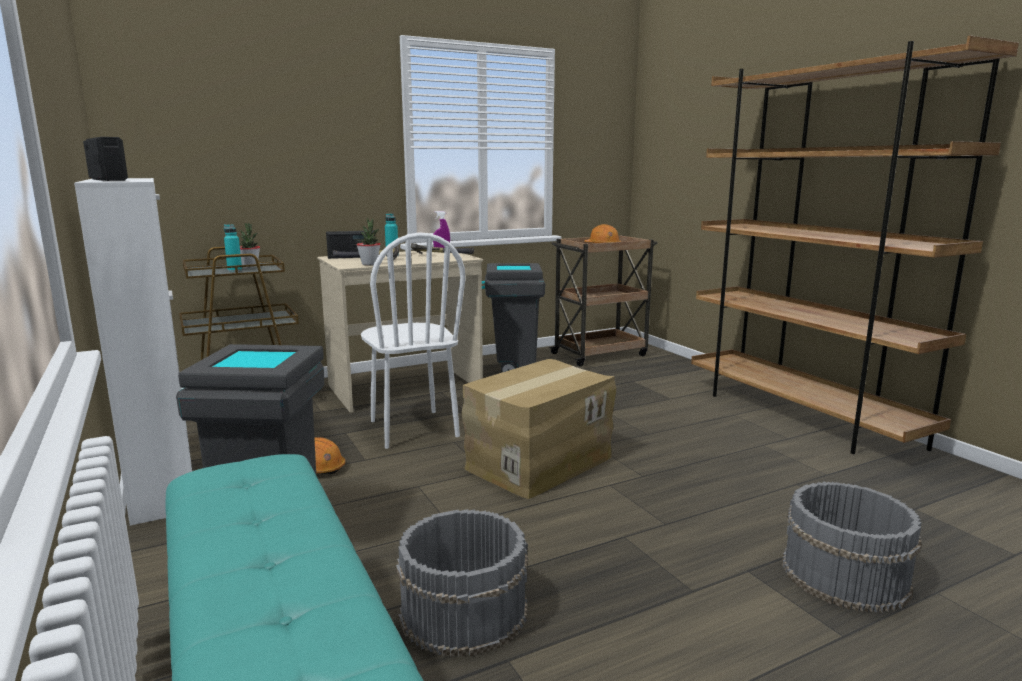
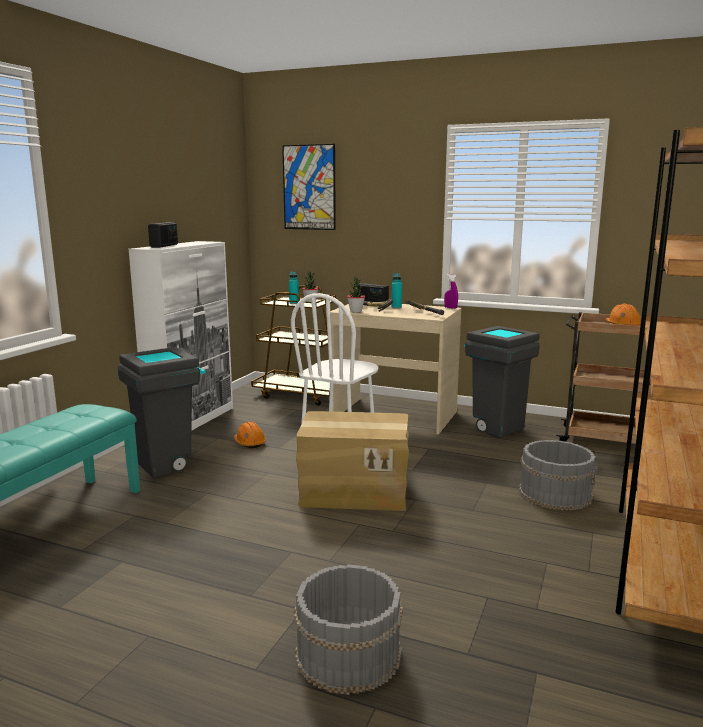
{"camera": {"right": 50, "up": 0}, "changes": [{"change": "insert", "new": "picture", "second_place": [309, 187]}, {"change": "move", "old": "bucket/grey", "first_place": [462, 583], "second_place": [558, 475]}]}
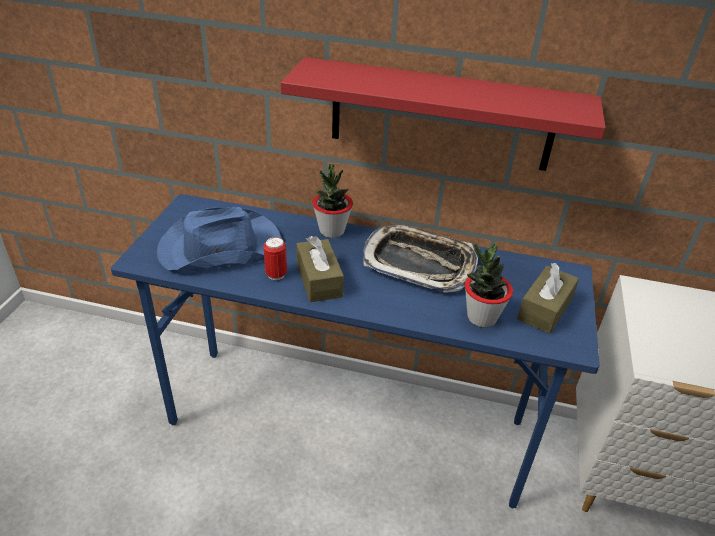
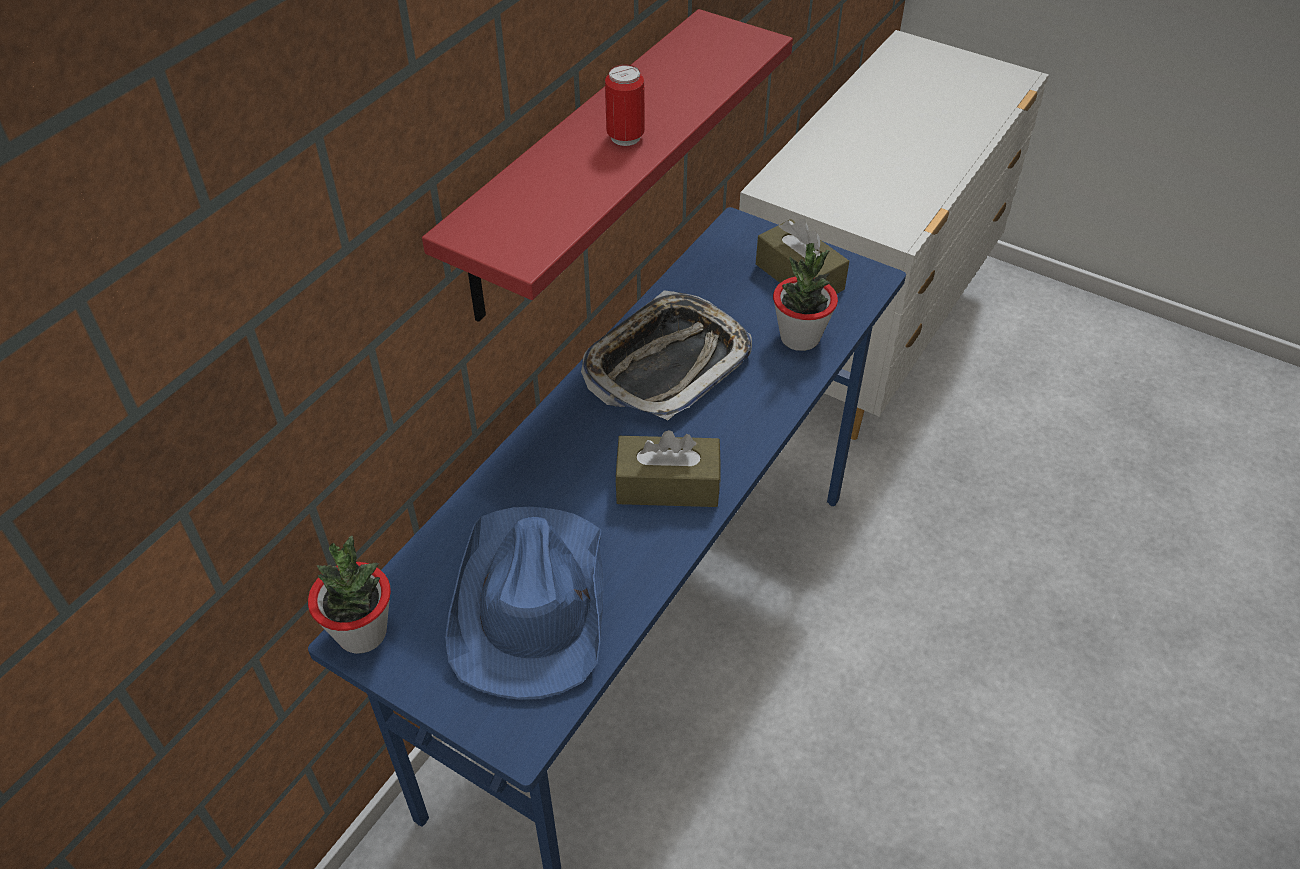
{"camera": {"right": -70, "up": 10}, "changes": [{"change": "move", "old": "can", "first_place": [275, 258], "second_place": [625, 105]}, {"change": "move", "old": "potted plant", "first_place": [332, 201], "second_place": [349, 594]}]}
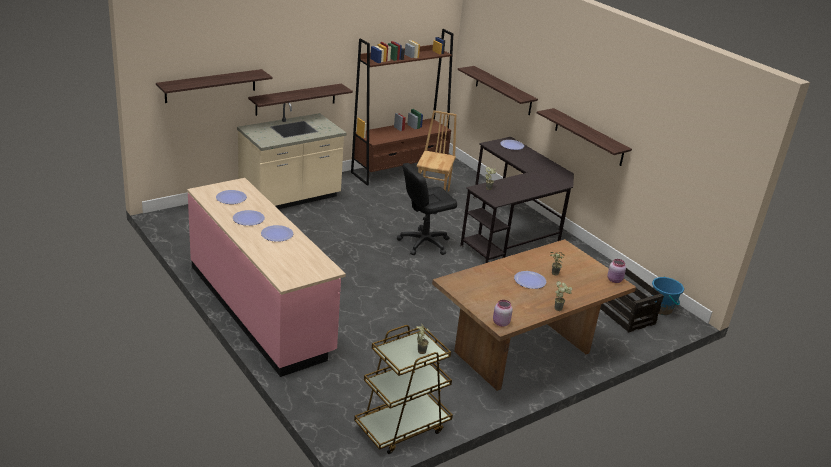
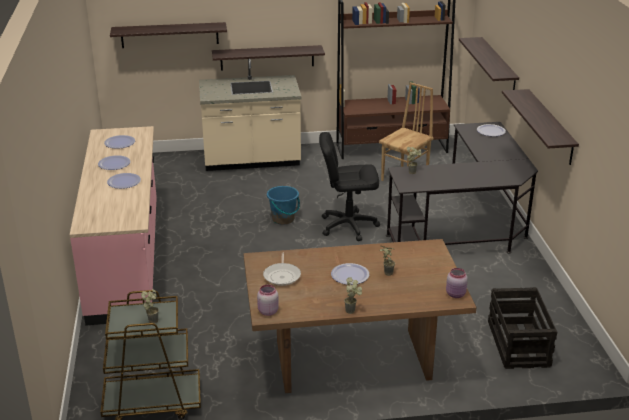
{"camera": {"right": 30, "up": 0}, "changes": [{"change": "insert", "new": "frying pan", "second_place": [282, 269]}, {"change": "move", "old": "bucket/blue", "first_place": [668, 296], "second_place": [283, 205]}]}
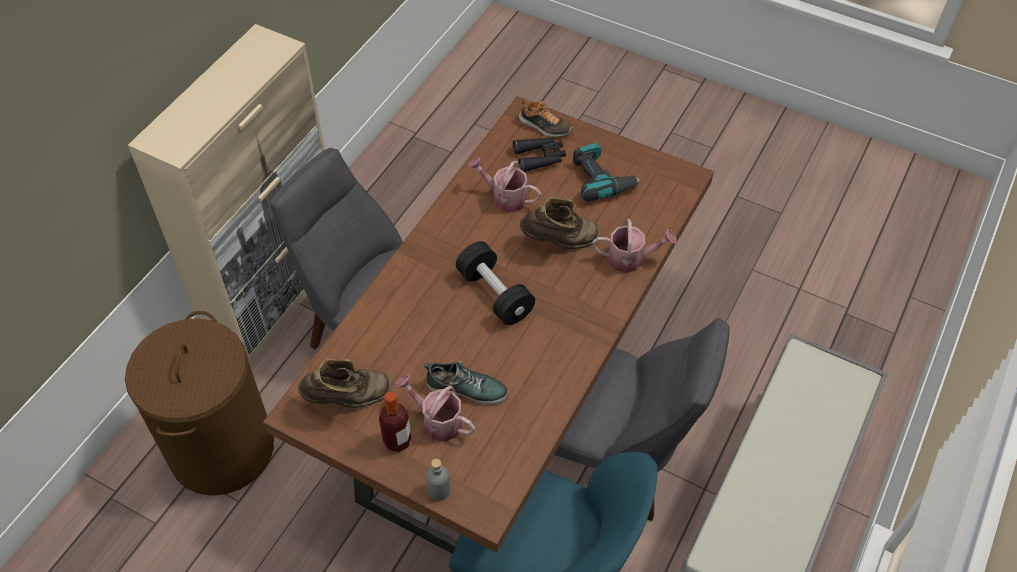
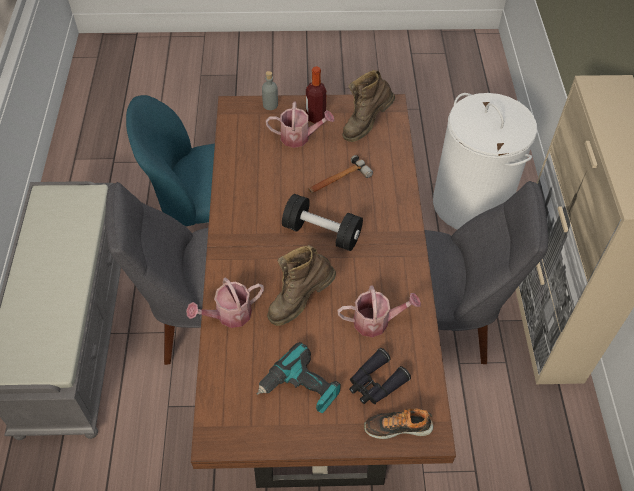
{"camera": {"right": 150, "up": 0}, "changes": [{"change": "delete", "old": "shoe", "first_place": [466, 383]}, {"change": "insert", "new": "hammer", "second_place": [340, 174]}, {"change": "recolor", "old": "laundry basket/brown", "new": "laundry basket/white", "first_place": [199, 403], "second_place": [485, 161]}]}
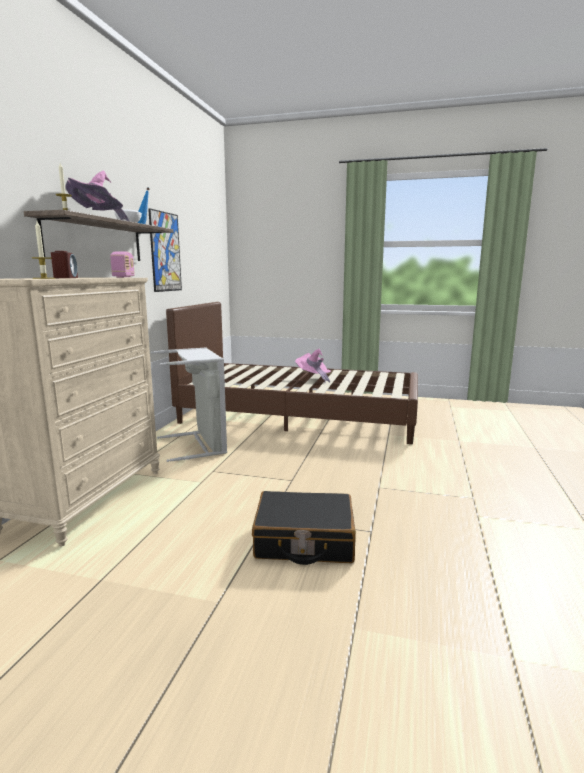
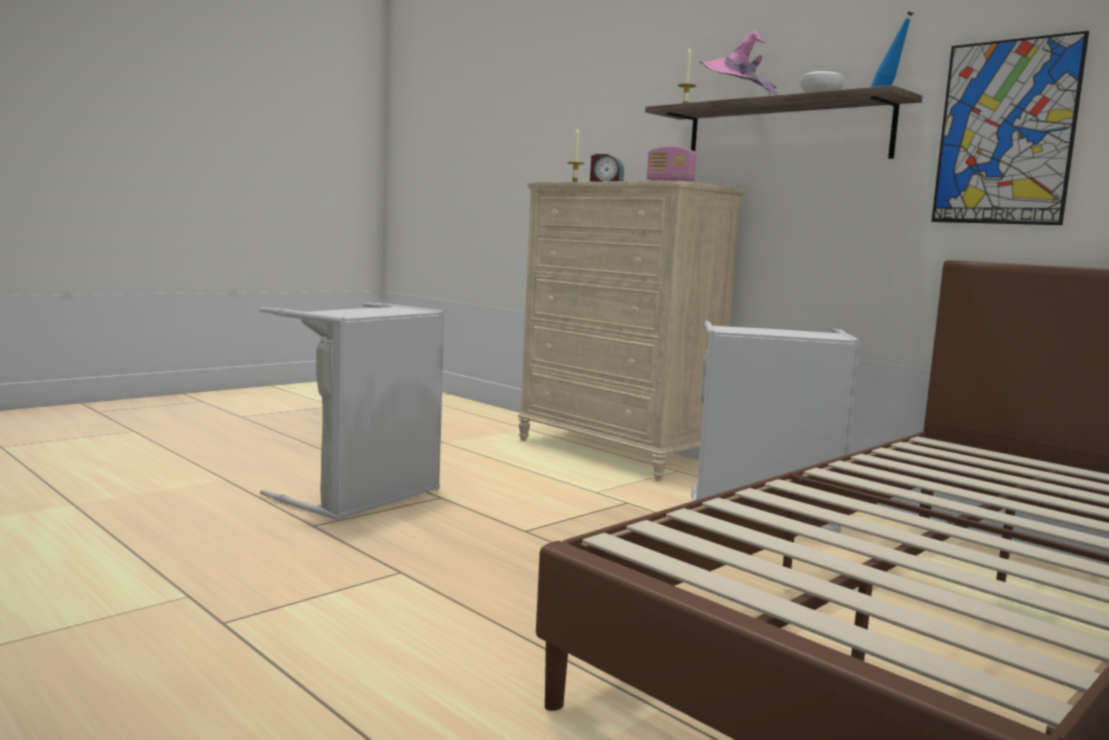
{"camera": {"right": 120, "up": -5}, "changes": [{"change": "delete", "old": "hat/pink", "first_place": [313, 365]}, {"change": "replace", "old": "suitcase/black", "new": "laundry basket/grey", "first_place": [304, 528], "second_place": [352, 411]}]}
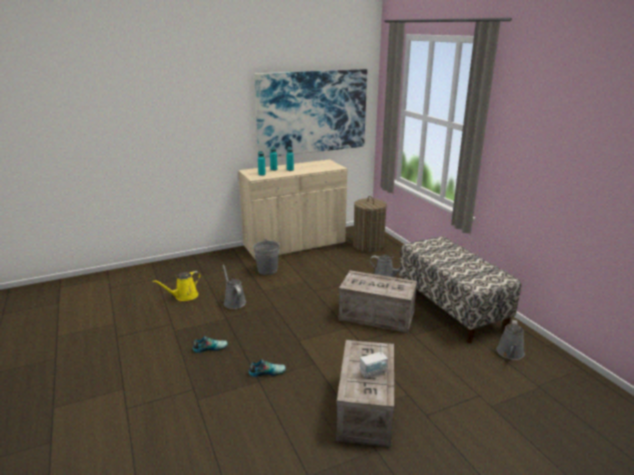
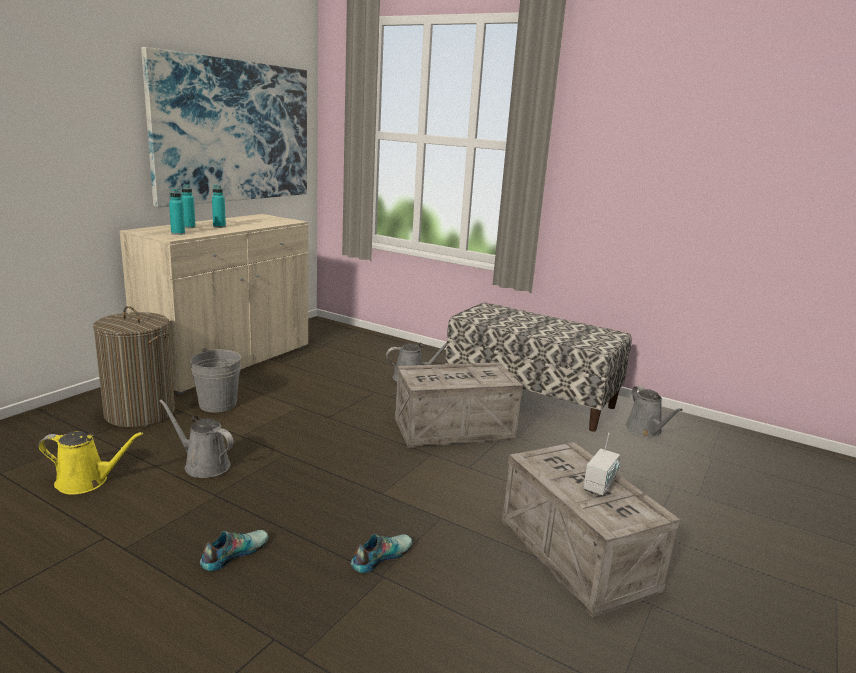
{"camera": {"right": -35, "up": -5}, "changes": [{"change": "move", "old": "laundry basket", "first_place": [370, 224], "second_place": [134, 366]}, {"change": "rotate", "old": "watering can/yellow", "first_place": [177, 286], "second_place": [90, 463], "degrees": -105}]}
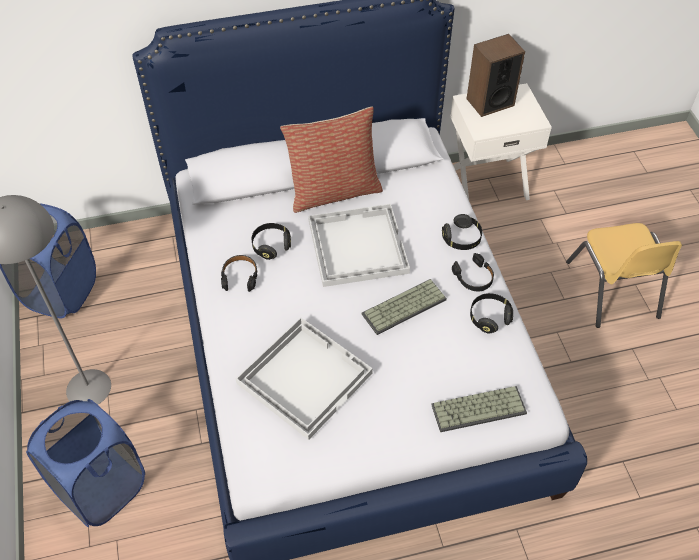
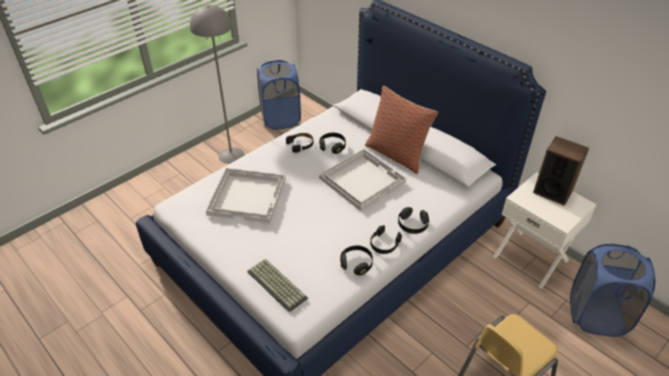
{"camera": {"right": 60, "up": -10}, "changes": [{"change": "delete", "old": "keyboard", "first_place": [404, 307]}, {"change": "move", "old": "laundry basket/blue", "first_place": [85, 463], "second_place": [612, 290]}]}
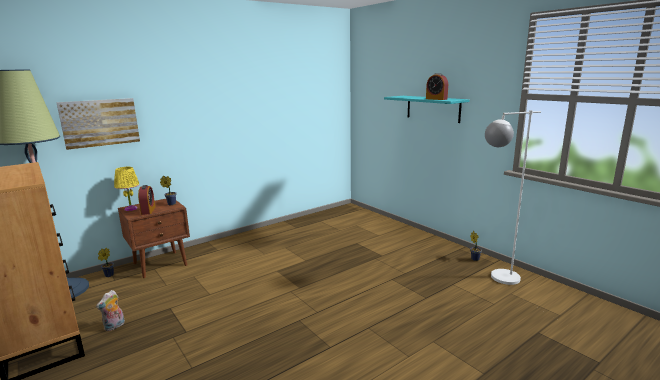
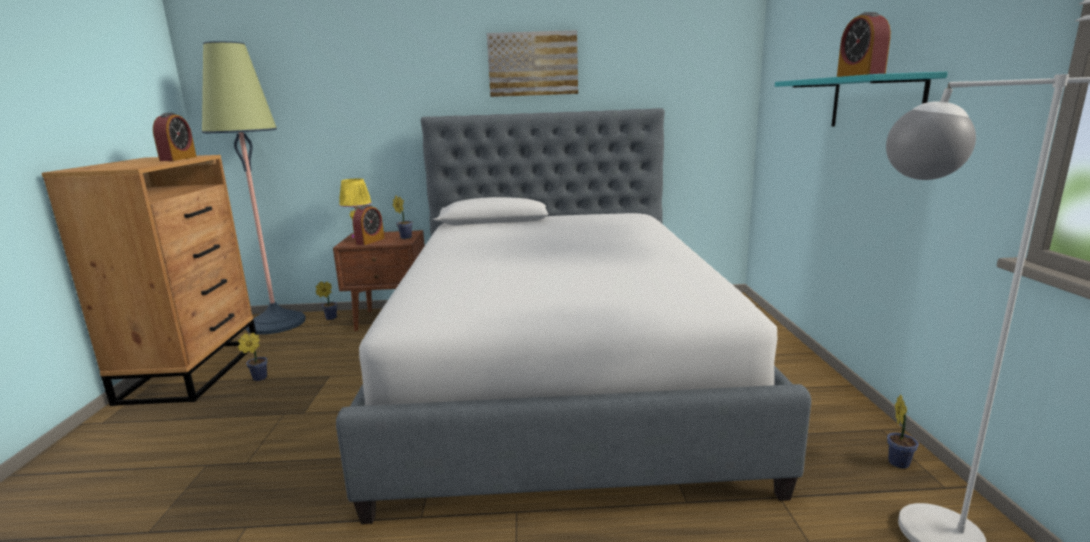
{"camera": {"right": 35, "up": 0}, "changes": [{"change": "insert", "new": "alarm clock", "second_place": [175, 137]}, {"change": "insert", "new": "bed", "second_place": [573, 316]}, {"change": "move", "old": "picture", "first_place": [98, 124], "second_place": [532, 63]}, {"change": "replace", "old": "plush toy", "new": "potted plant", "first_place": [110, 310], "second_place": [253, 357]}]}
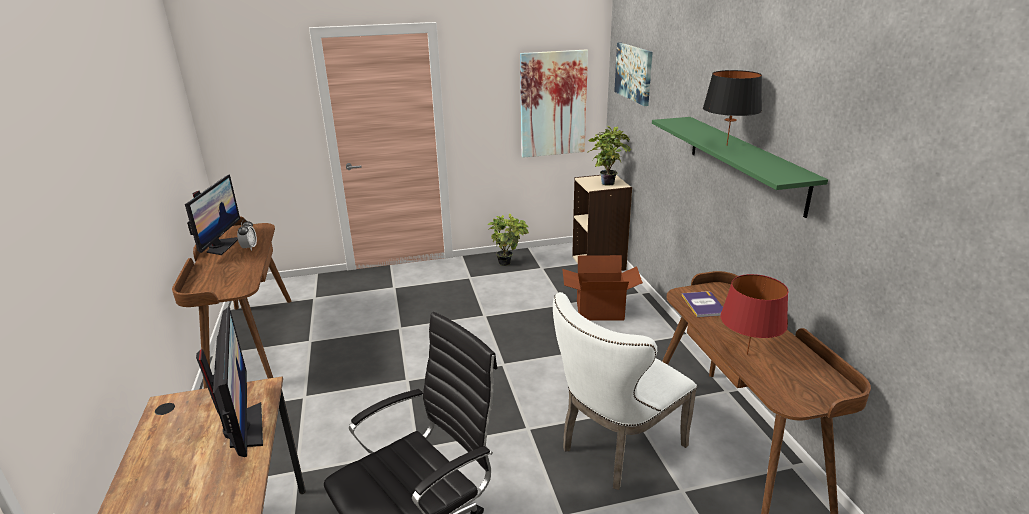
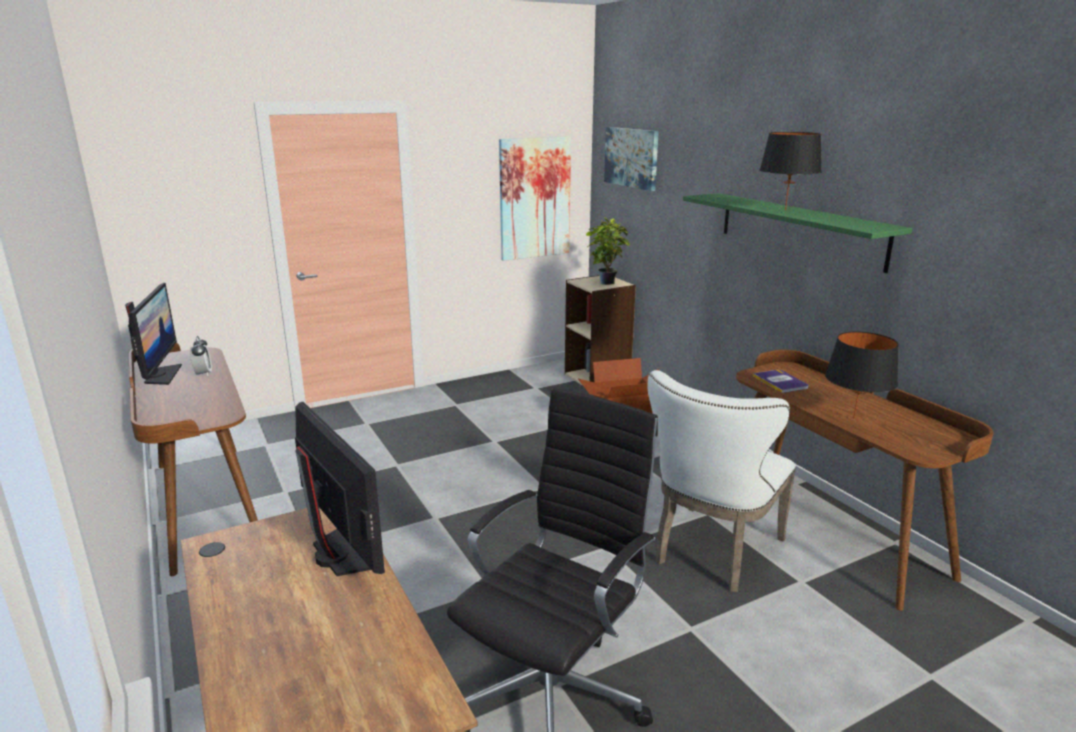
{"camera": {"right": -15, "up": -5}, "changes": [{"change": "delete", "old": "potted plant", "first_place": [508, 240]}, {"change": "recolor", "old": "table lamp/red", "new": "table lamp/black", "first_place": [754, 314], "second_place": [862, 375]}]}
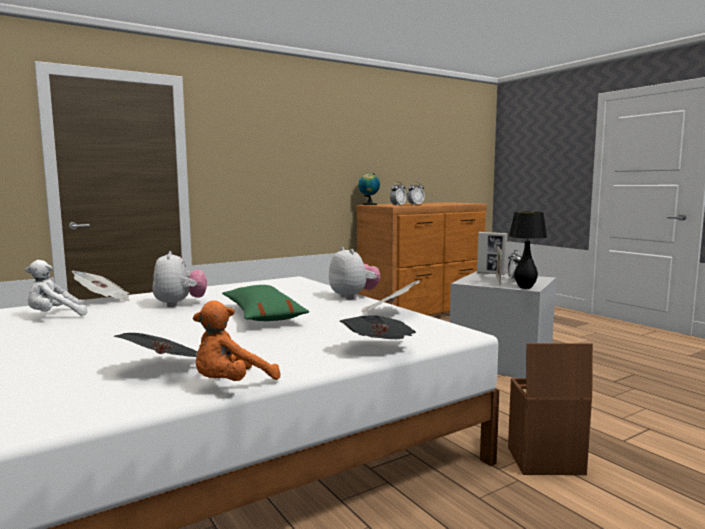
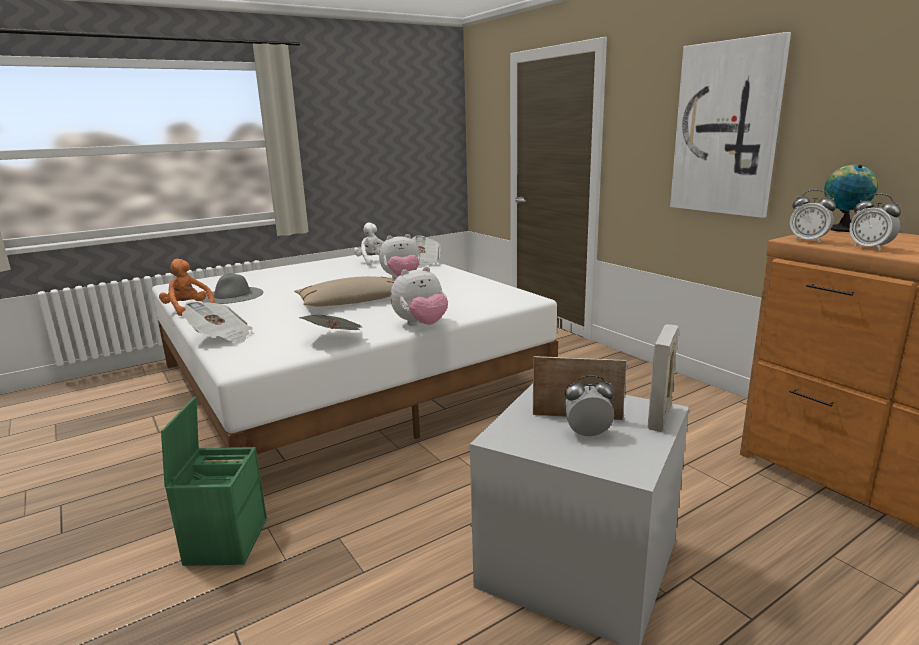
{"camera": {"right": 90, "up": 10}, "changes": [{"change": "delete", "old": "table lamp/black", "first_place": [528, 250]}, {"change": "insert", "new": "picture", "second_place": [730, 125]}, {"change": "replace", "old": "newspaper", "new": "hat/grey", "first_place": [155, 345], "second_place": [232, 288]}, {"change": "recolor", "old": "pillow/green", "new": "pillow/beige", "first_place": [266, 303], "second_place": [344, 291]}, {"change": "recolor", "old": "storage box/brown", "new": "storage box/green", "first_place": [550, 409], "second_place": [214, 481]}]}
